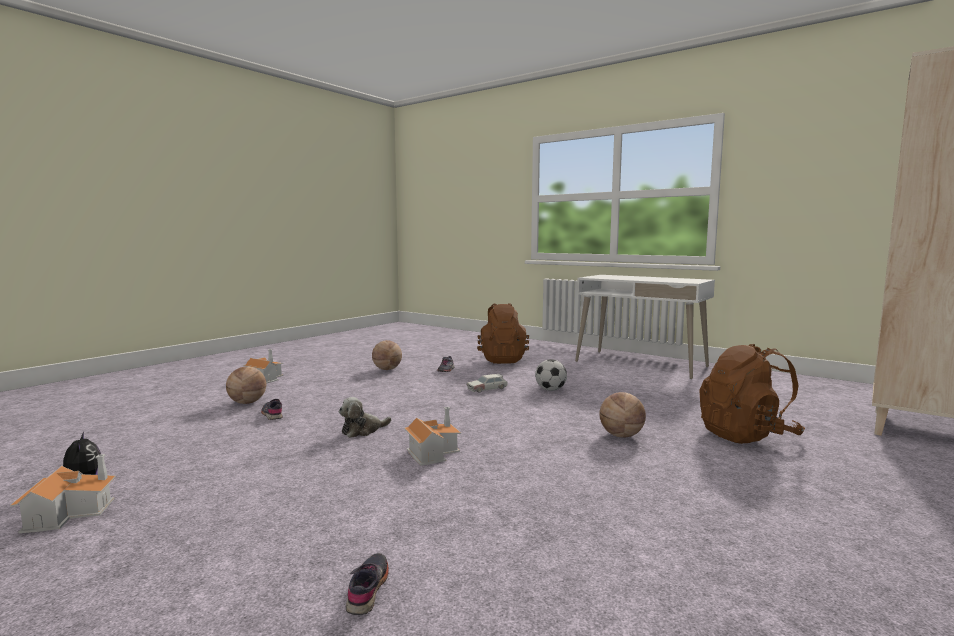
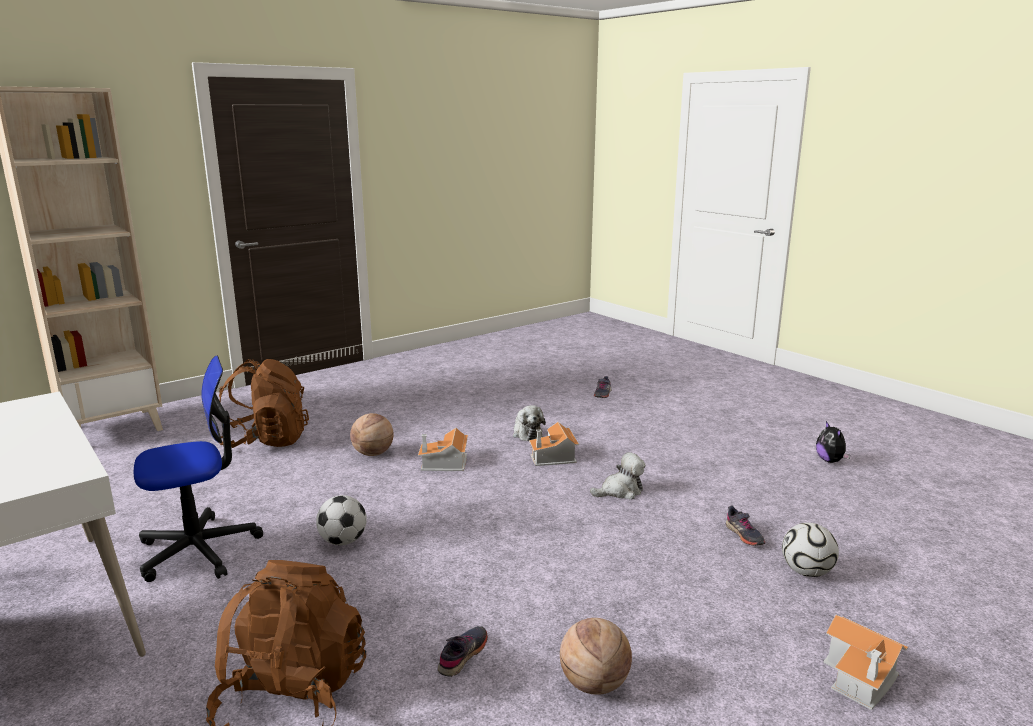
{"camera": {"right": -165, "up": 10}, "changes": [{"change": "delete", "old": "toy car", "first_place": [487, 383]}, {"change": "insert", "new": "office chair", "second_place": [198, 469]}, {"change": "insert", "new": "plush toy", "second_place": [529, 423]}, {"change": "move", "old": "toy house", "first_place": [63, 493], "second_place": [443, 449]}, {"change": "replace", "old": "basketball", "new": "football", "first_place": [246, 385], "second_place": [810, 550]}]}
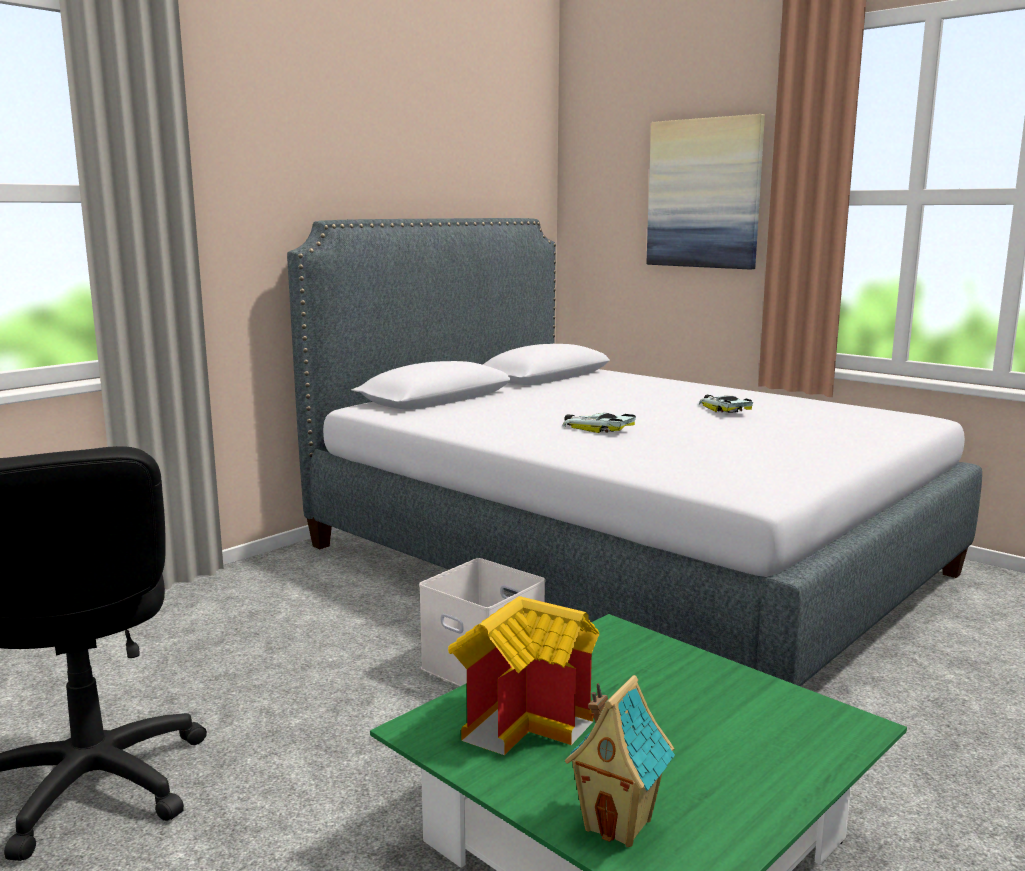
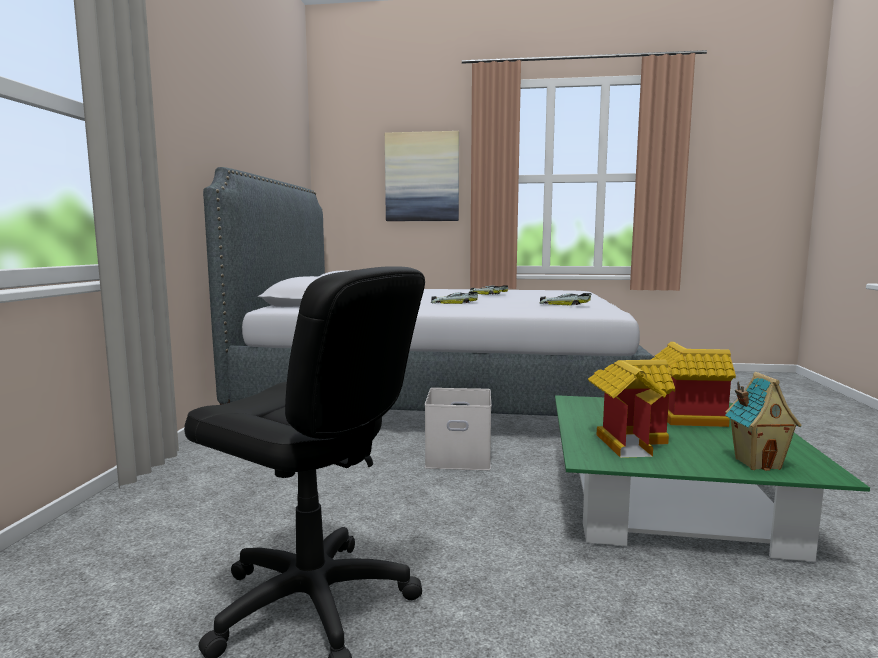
{"camera": {"right": -35, "up": -5}, "changes": [{"change": "insert", "new": "toy car", "second_place": [565, 299]}, {"change": "insert", "new": "toy house", "second_place": [693, 384]}]}
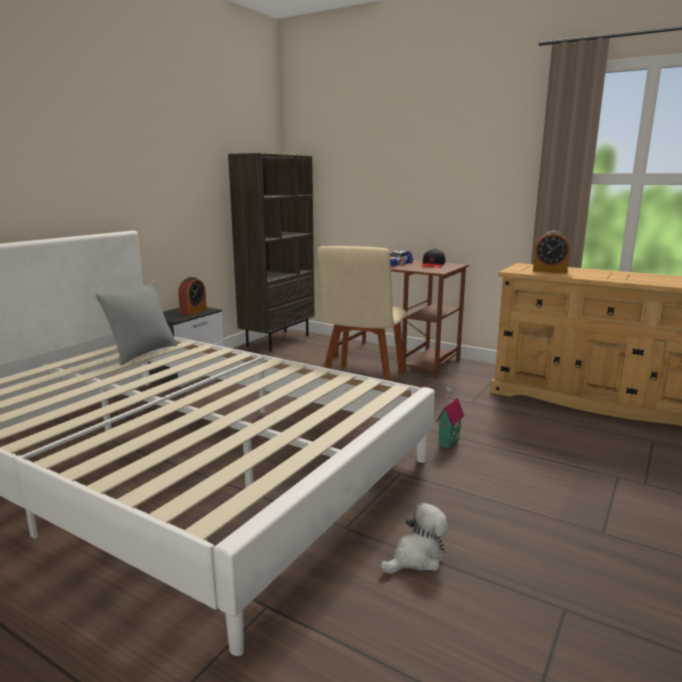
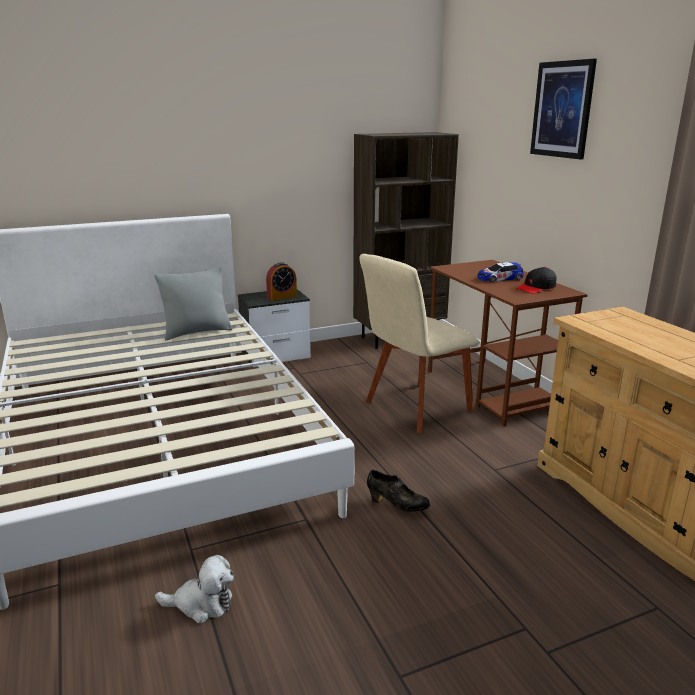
{"camera": {"right": 35, "up": 5}, "changes": [{"change": "delete", "old": "alarm clock", "first_place": [551, 252]}, {"change": "insert", "new": "picture", "second_place": [563, 109]}, {"change": "replace", "old": "toy house", "new": "shoe/black", "first_place": [450, 417], "second_place": [398, 491]}]}
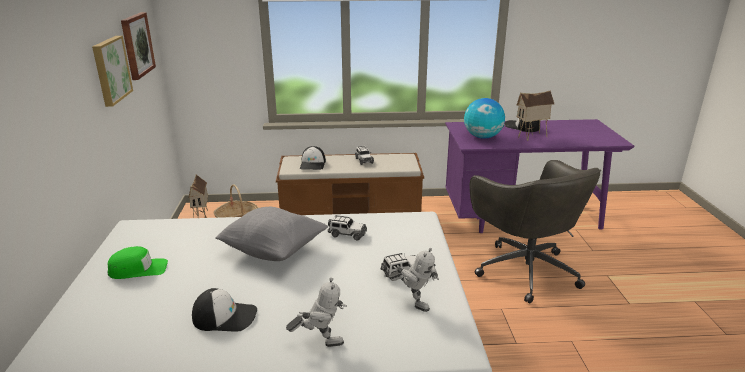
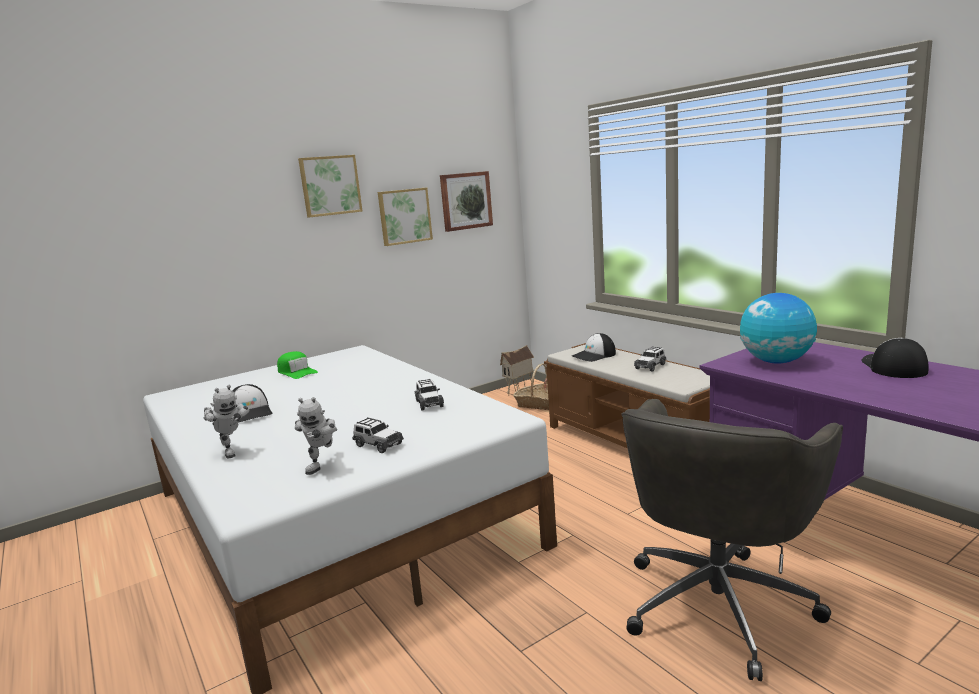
{"camera": {"right": 60, "up": -10}, "changes": [{"change": "delete", "old": "pillow/grey", "first_place": [271, 234]}, {"change": "delete", "old": "toy house", "first_place": [535, 115]}, {"change": "insert", "new": "picture", "second_place": [330, 186]}]}
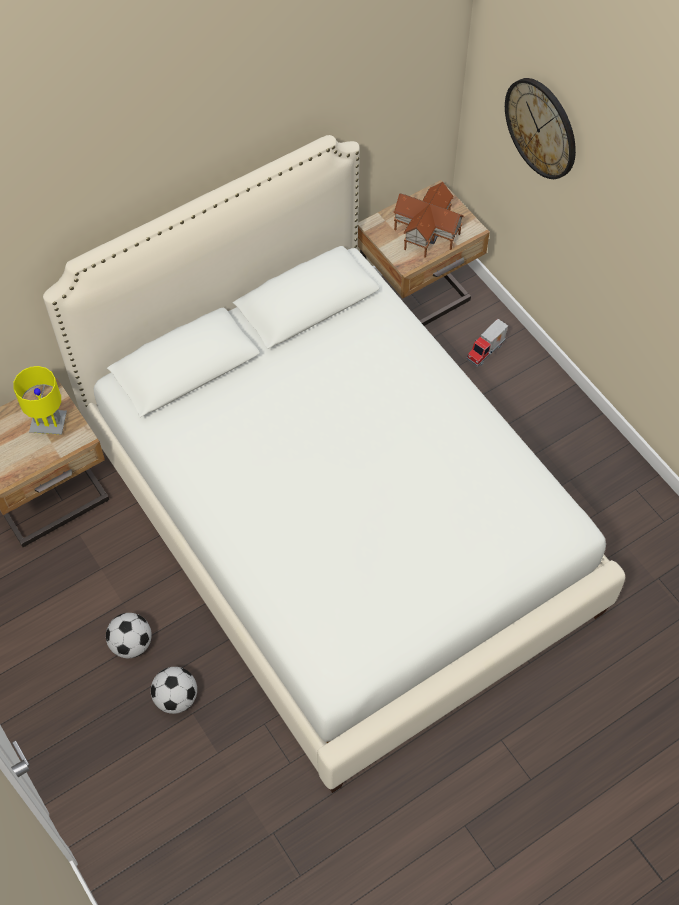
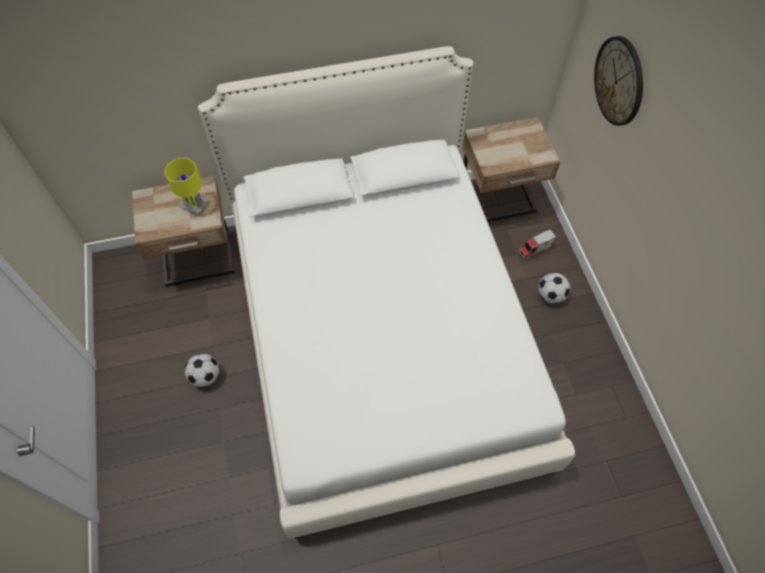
{"camera": {"right": 20, "up": 0}, "changes": [{"change": "delete", "old": "toy house", "first_place": [429, 220]}, {"change": "move", "old": "football", "first_place": [174, 690], "second_place": [555, 288]}]}
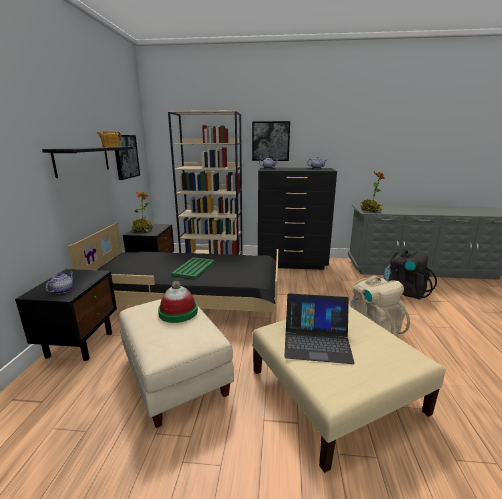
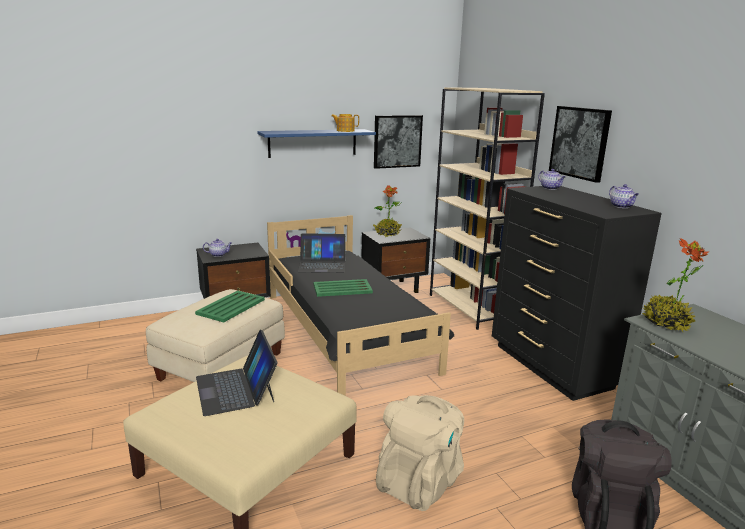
{"camera": {"right": 60, "up": 0}, "changes": [{"change": "insert", "new": "laptop", "second_place": [321, 253]}, {"change": "replace", "old": "hat", "new": "tray/green", "first_place": [178, 302], "second_place": [230, 306]}, {"change": "recolor", "old": "shelf/black", "new": "shelf/blue", "first_place": [87, 162], "second_place": [316, 143]}]}
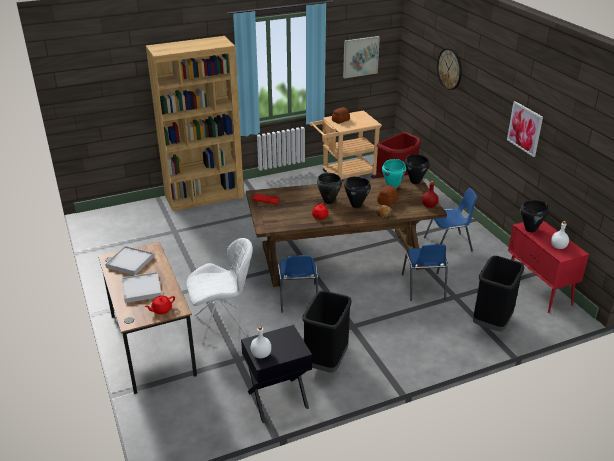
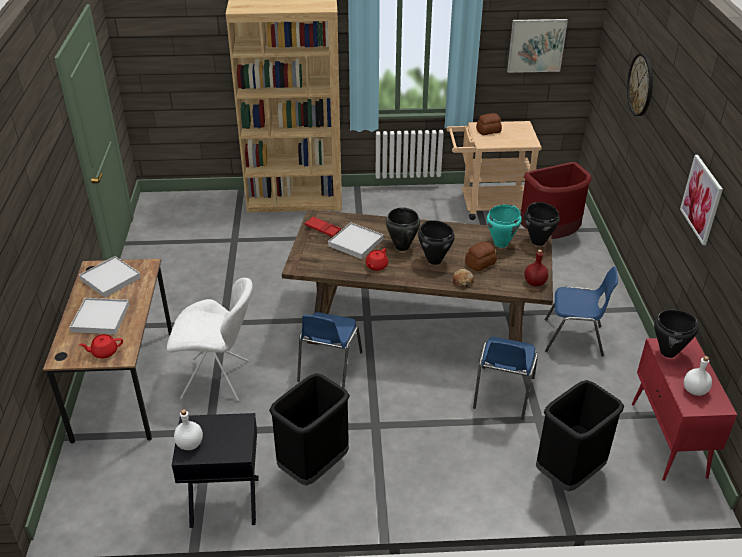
{"camera": {"right": 20, "up": 5}, "changes": [{"change": "insert", "new": "tray/white", "second_place": [356, 240]}]}
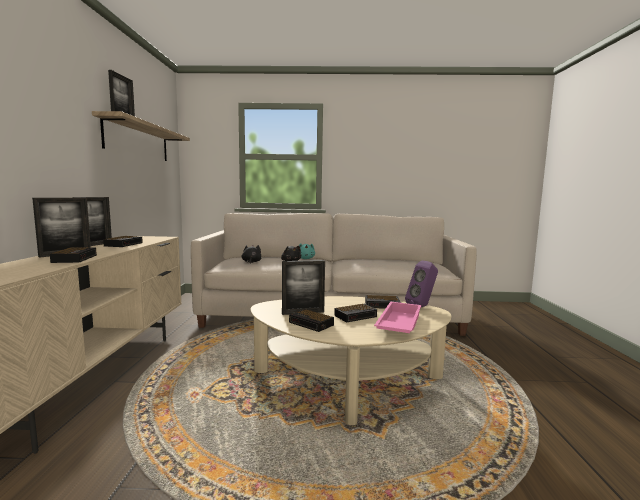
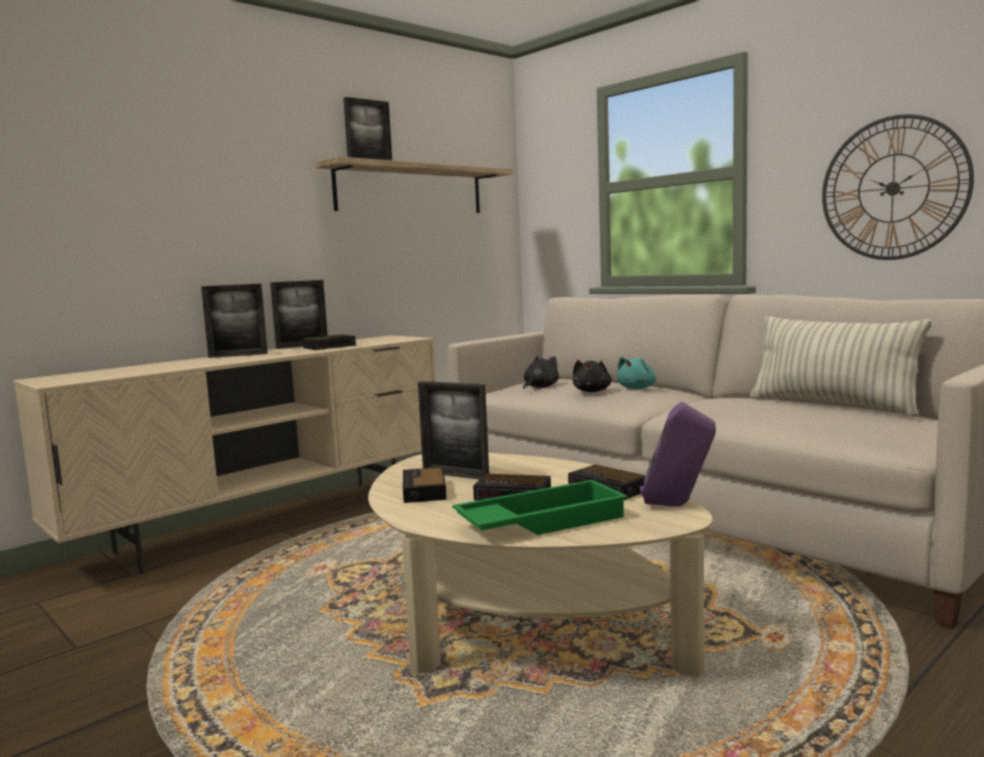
{"camera": {"right": 45, "up": 0}, "changes": [{"change": "delete", "old": "alarm clock", "first_place": [73, 255]}, {"change": "insert", "new": "pillow", "second_place": [840, 366]}, {"change": "insert", "new": "wall clock", "second_place": [898, 187]}, {"change": "recolor", "old": "tray/pink", "new": "tray/green", "first_place": [397, 317], "second_place": [540, 507]}]}
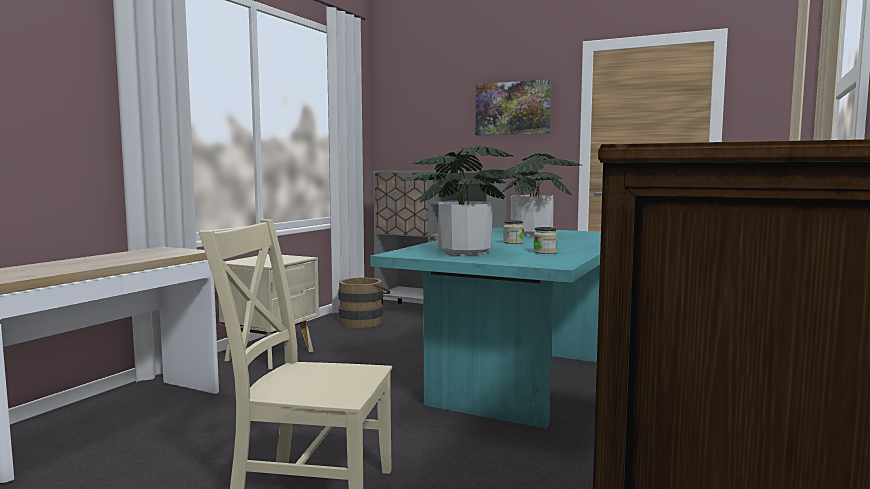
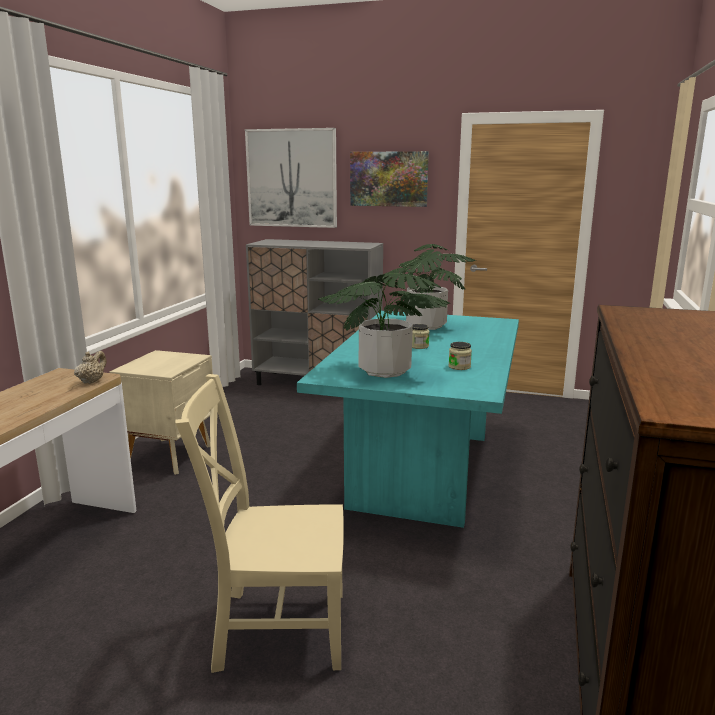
{"camera": {"right": -10, "up": 10}, "changes": [{"change": "delete", "old": "bucket/brown", "first_place": [364, 302]}, {"change": "insert", "new": "teapot/beige", "second_place": [90, 367]}, {"change": "insert", "new": "picture", "second_place": [291, 178]}]}
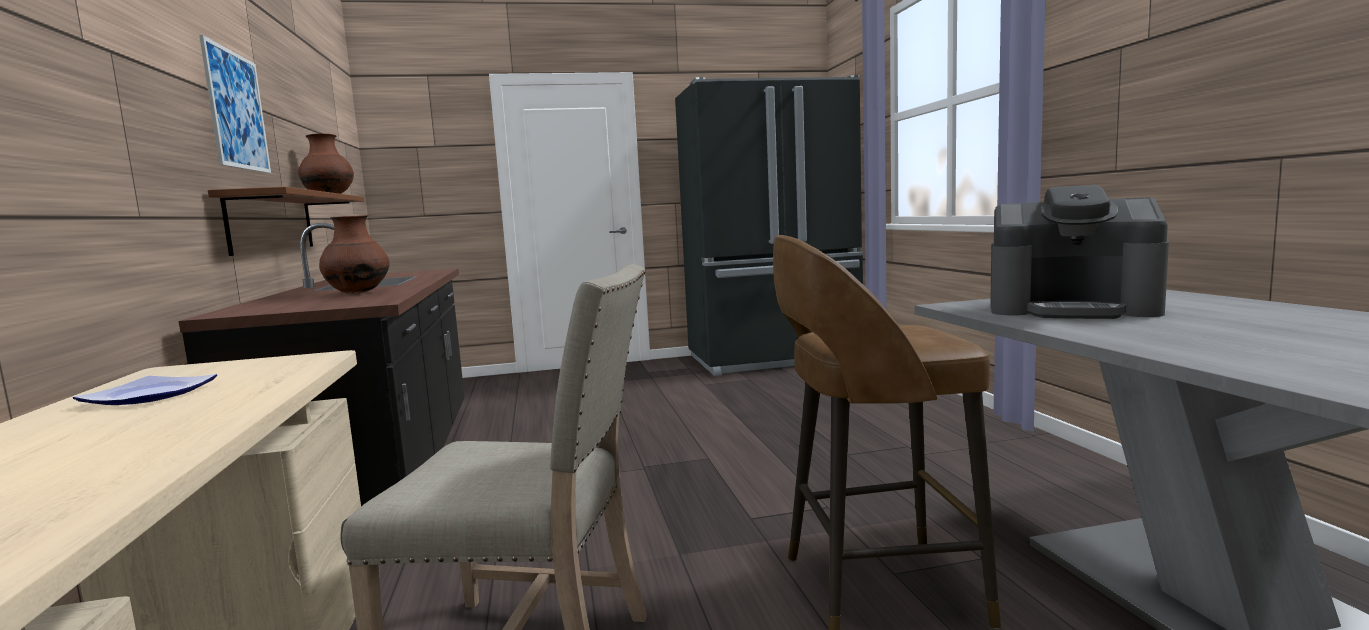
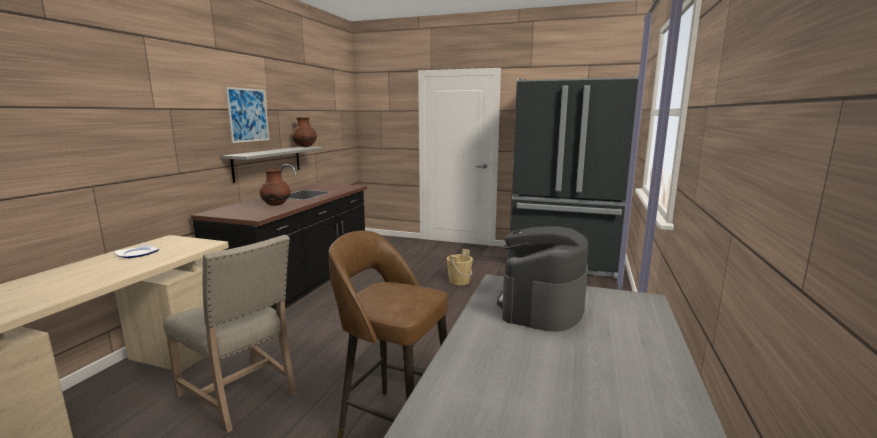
{"camera": {"right": 30, "up": 5}, "changes": [{"change": "insert", "new": "bucket/beige", "second_place": [460, 267]}, {"change": "recolor", "old": "shelf/brown", "new": "shelf/grey", "first_place": [286, 221], "second_place": [272, 165]}, {"change": "rotate", "old": "coffee machine", "first_place": [1079, 252], "second_place": [542, 279], "degrees": 60}]}
